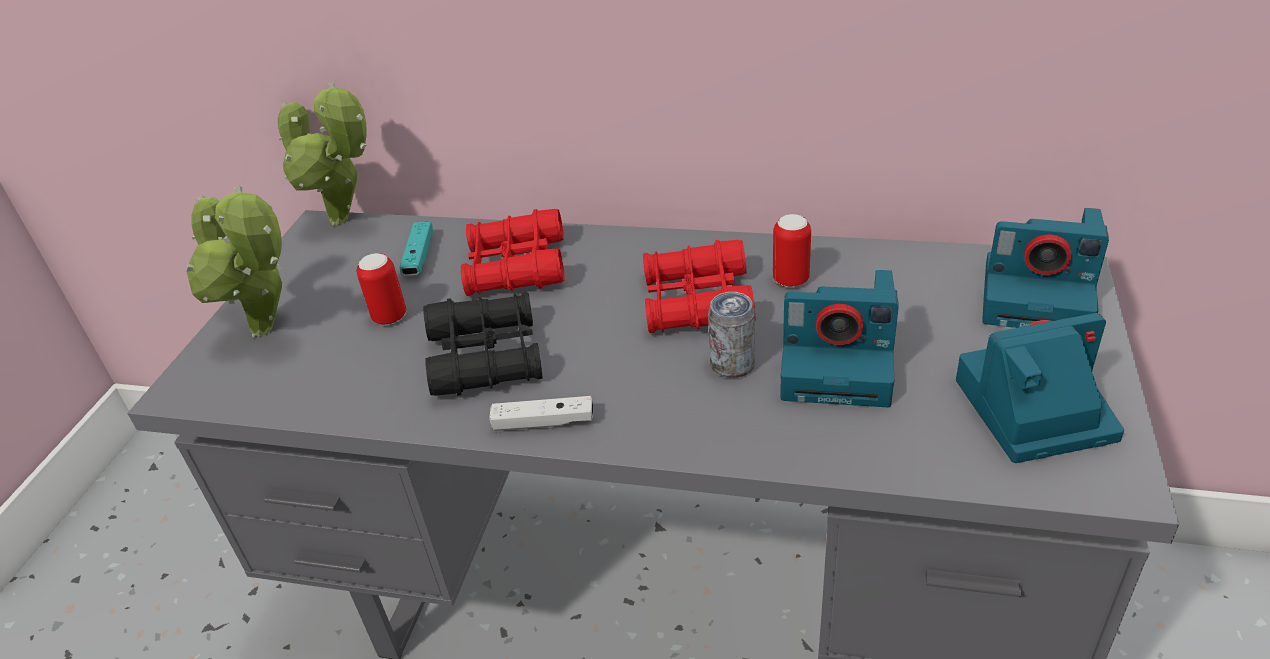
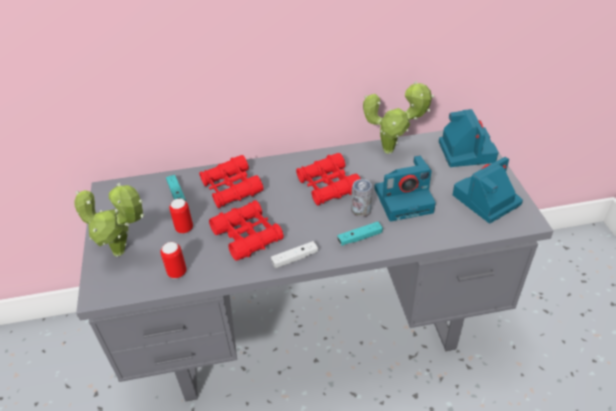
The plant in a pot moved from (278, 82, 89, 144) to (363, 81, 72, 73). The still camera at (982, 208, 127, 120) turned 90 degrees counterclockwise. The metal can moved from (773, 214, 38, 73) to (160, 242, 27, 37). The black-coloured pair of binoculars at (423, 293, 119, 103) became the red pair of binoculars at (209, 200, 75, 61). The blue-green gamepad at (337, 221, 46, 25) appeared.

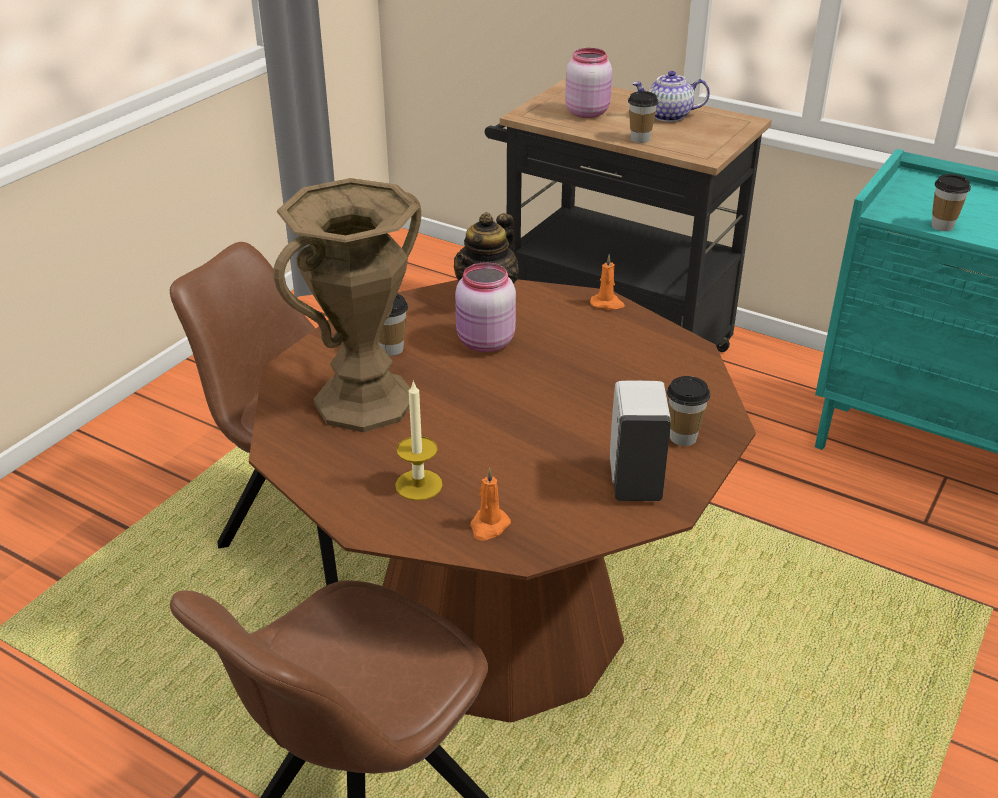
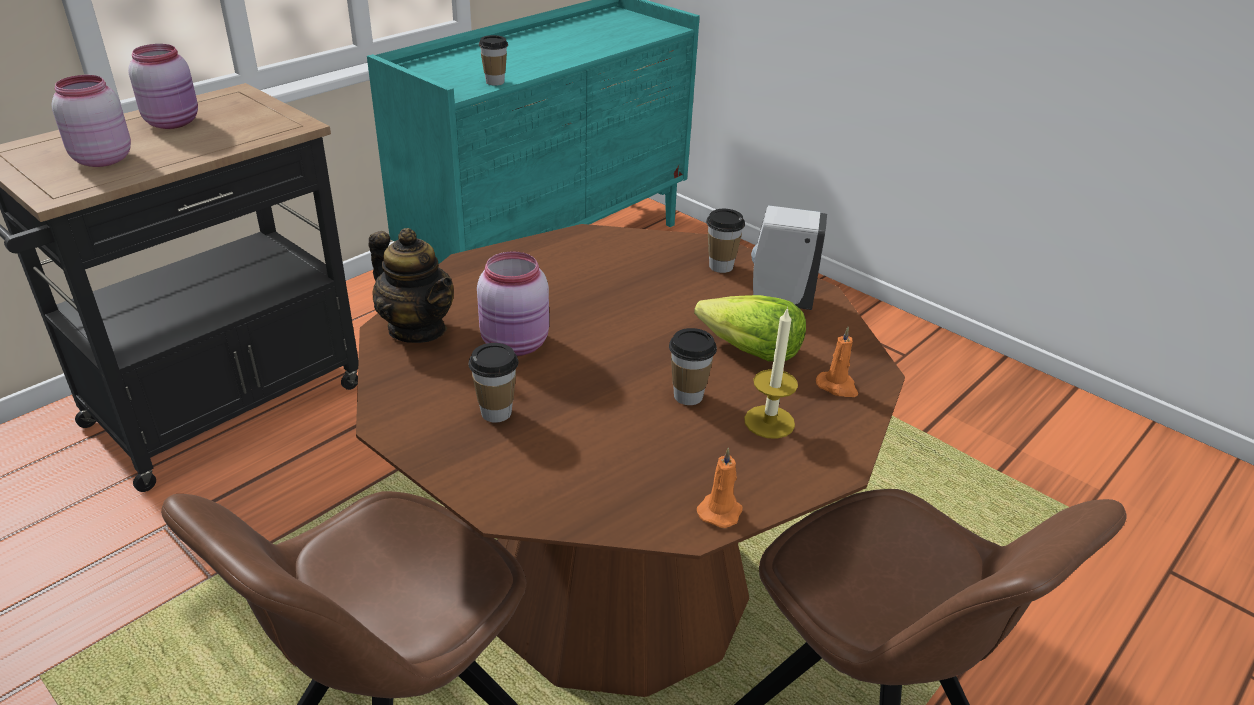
The teapot at (632, 71, 78, 51) was replaced by the pink jar at (128, 44, 70, 85). The small cup moved from (628, 91, 31, 52) to (669, 328, 48, 77). The brown-coloured vase at (273, 178, 148, 254) disappeared. The orange-coloured wax candle moved from (590, 254, 35, 56) to (697, 447, 46, 81). The head of lettuce at (694, 295, 112, 66) appeared.

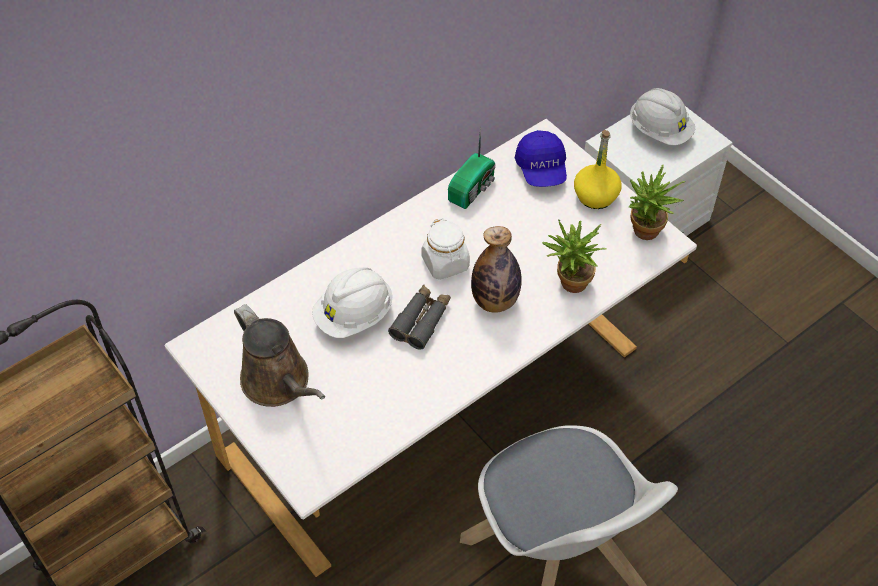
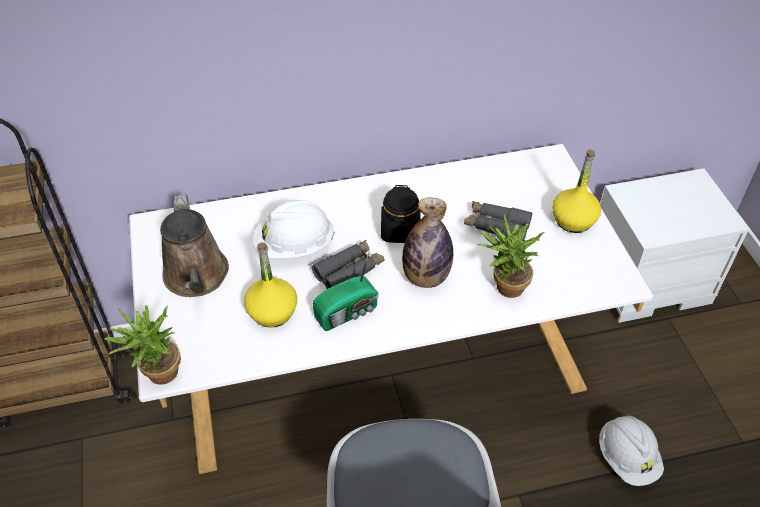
The white hard hat moved from (630, 88, 65, 58) to (599, 416, 65, 70). The radio receiver moved from (448, 127, 48, 82) to (313, 250, 66, 81). The blue cap at (515, 130, 52, 57) disappeared. The plant in a pot moved from (629, 165, 57, 75) to (104, 305, 77, 80). The white jar at (422, 218, 48, 62) became the black-coloured jar at (381, 185, 40, 58). The grey pair of binoculars at (464, 201, 68, 39) appeared. The yellowish bottle at (244, 242, 53, 86) appeared.

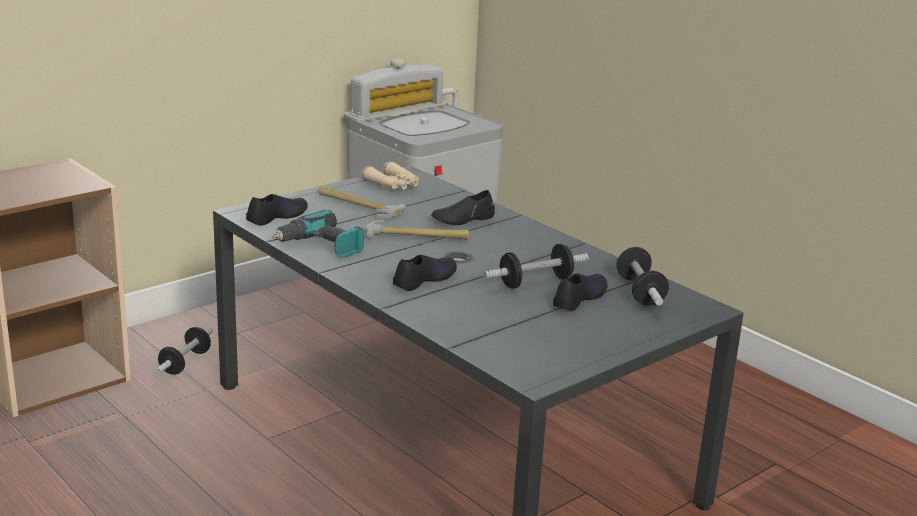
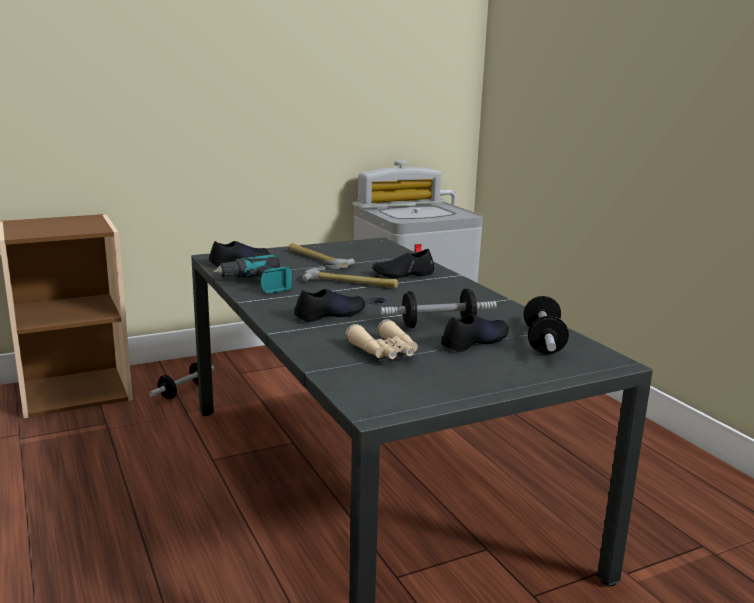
The sand-coloured pair of binoculars moved from (362, 161, 57, 28) to (345, 319, 73, 40).

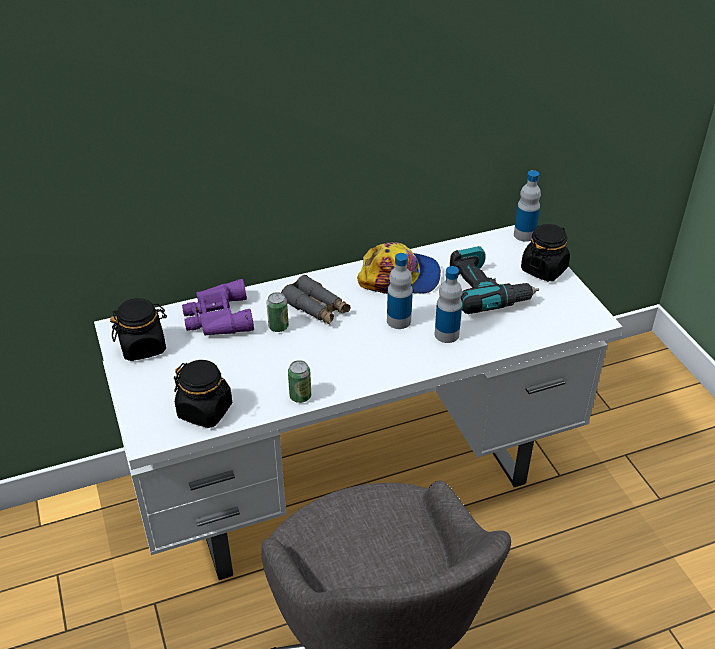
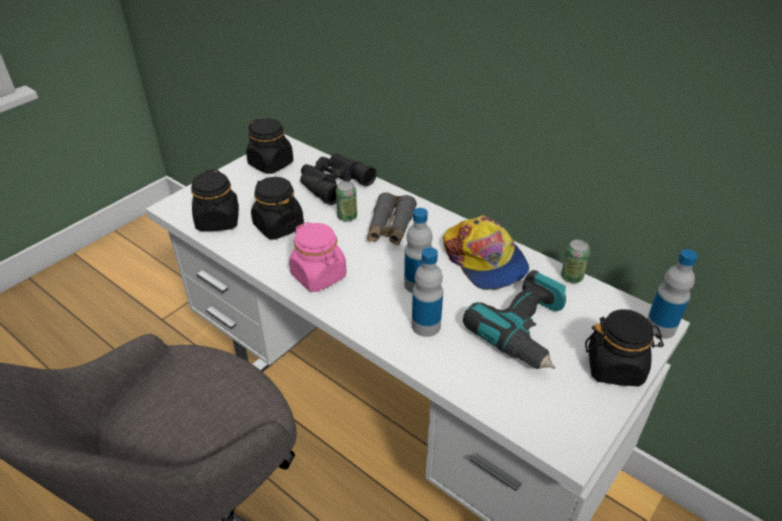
The purple pair of binoculars at (182, 279, 72, 56) became the black-coloured pair of binoculars at (300, 153, 77, 52). The metal can moved from (288, 360, 23, 43) to (561, 239, 29, 44). The black-coloured jar at (251, 177, 53, 63) appeared. The pink jar at (289, 222, 57, 70) appeared.

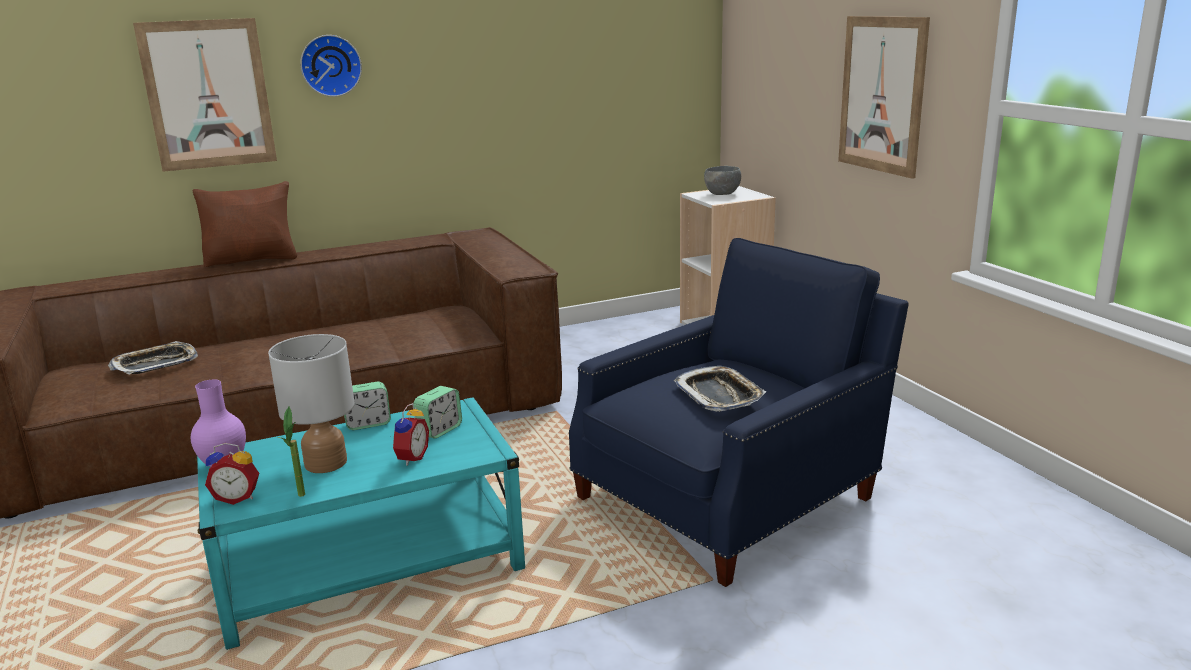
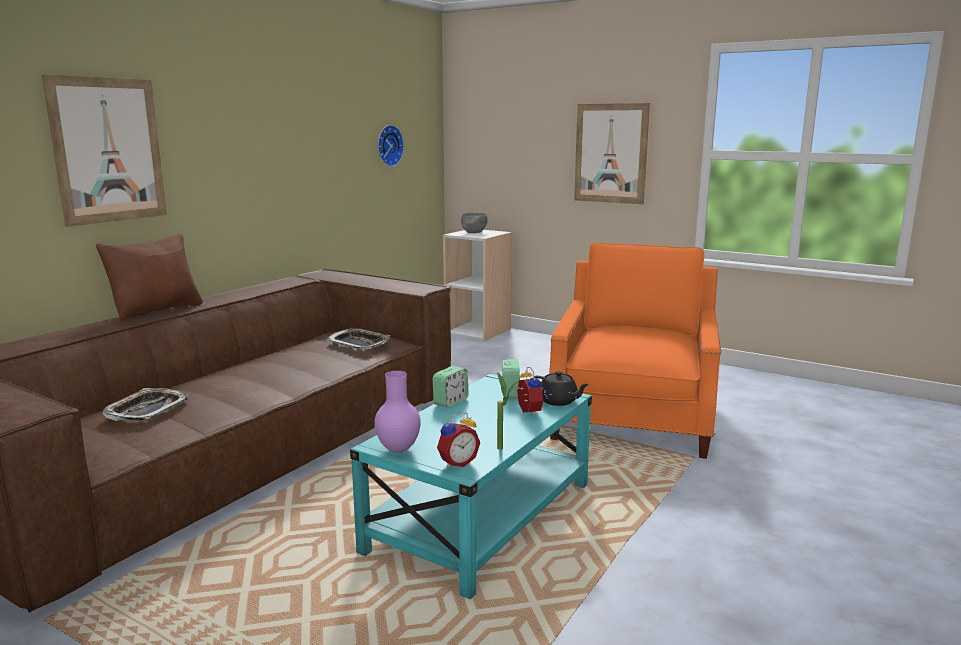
The hanging clock moved from (300, 35, 62, 62) to (378, 125, 26, 42). The blue armchair at (569, 238, 340, 349) became the orange-coloured armchair at (549, 243, 172, 216). The grey tabletop lamp at (268, 334, 87, 139) disappeared. The carrying tray moved from (674, 366, 93, 46) to (327, 328, 63, 22). The black-coloured teapot at (534, 371, 55, 35) appeared.

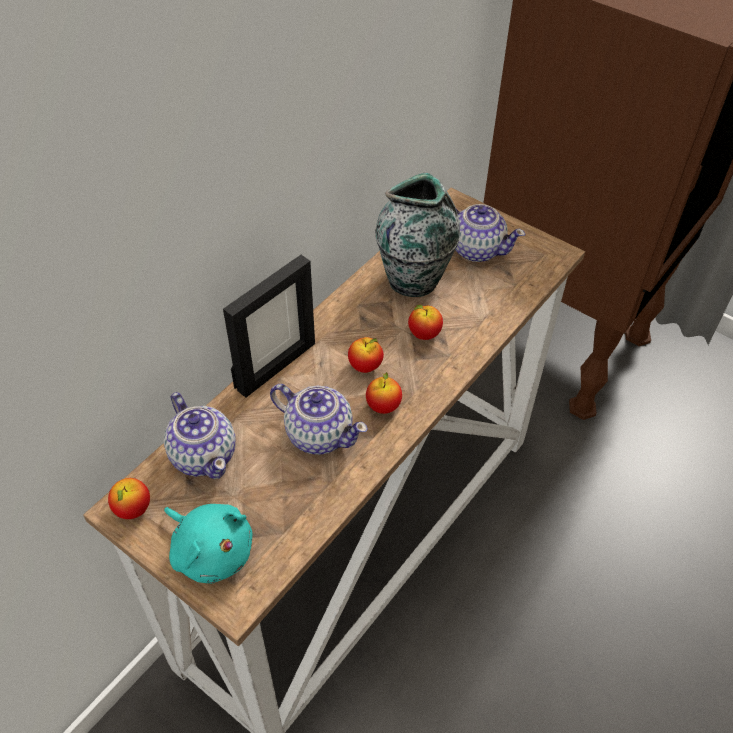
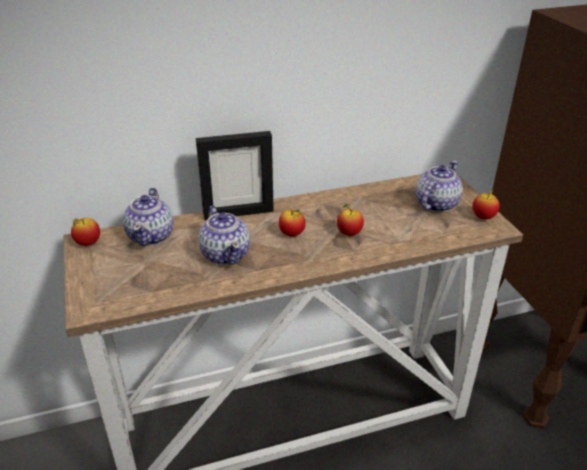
The vase at (375, 173, 85, 124) disappeared. The teapot at (455, 204, 70, 58) turned 120 degrees counterclockwise. The apple moved from (366, 372, 36, 42) to (472, 190, 28, 30). The blue-green plush toy at (164, 504, 88, 79) disappeared.

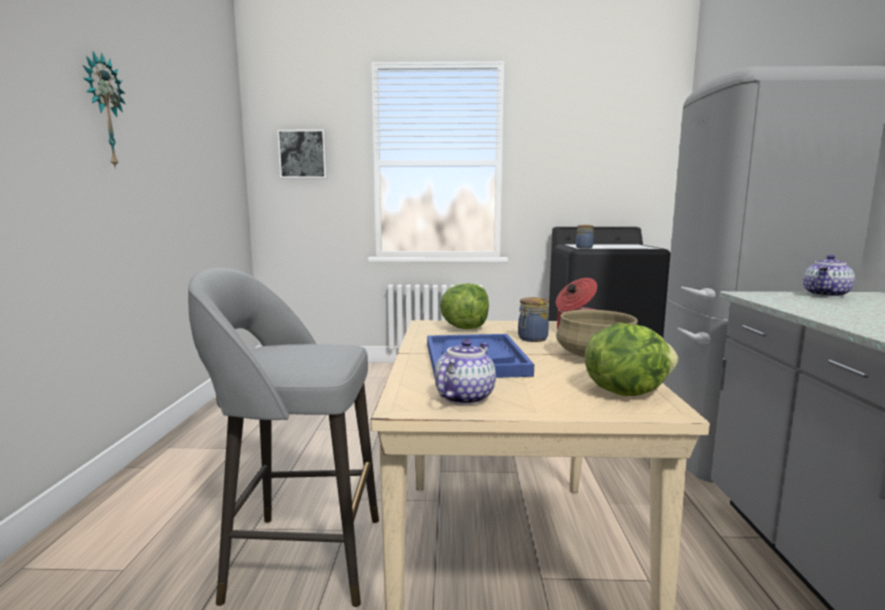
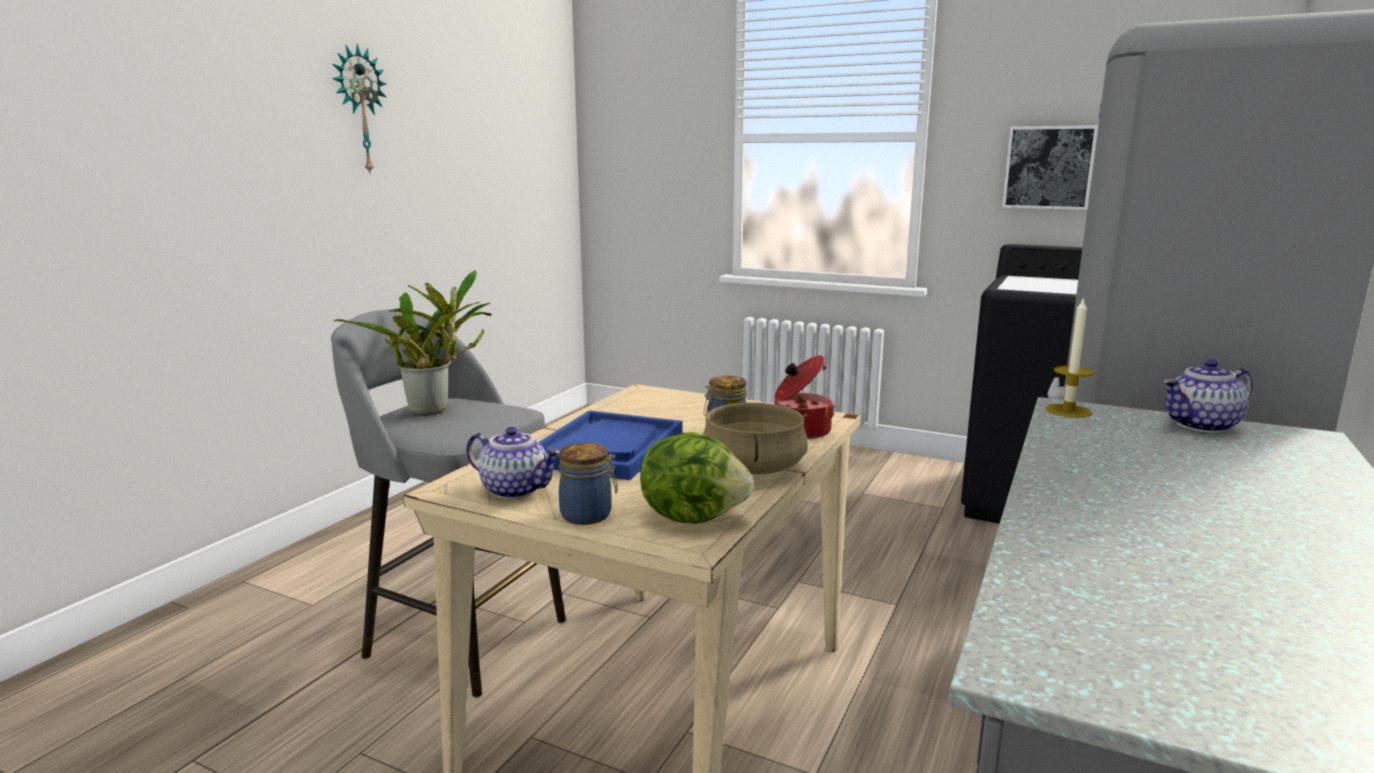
The wall art moved from (277, 130, 50, 48) to (1002, 125, 96, 85). The jar moved from (576, 225, 18, 24) to (559, 443, 59, 82). The head of lettuce at (440, 283, 49, 46) disappeared. The teapot at (435, 339, 61, 66) turned 60 degrees clockwise. The plant in a pot at (333, 271, 159, 145) appeared. The wax candle at (1045, 297, 49, 121) appeared.

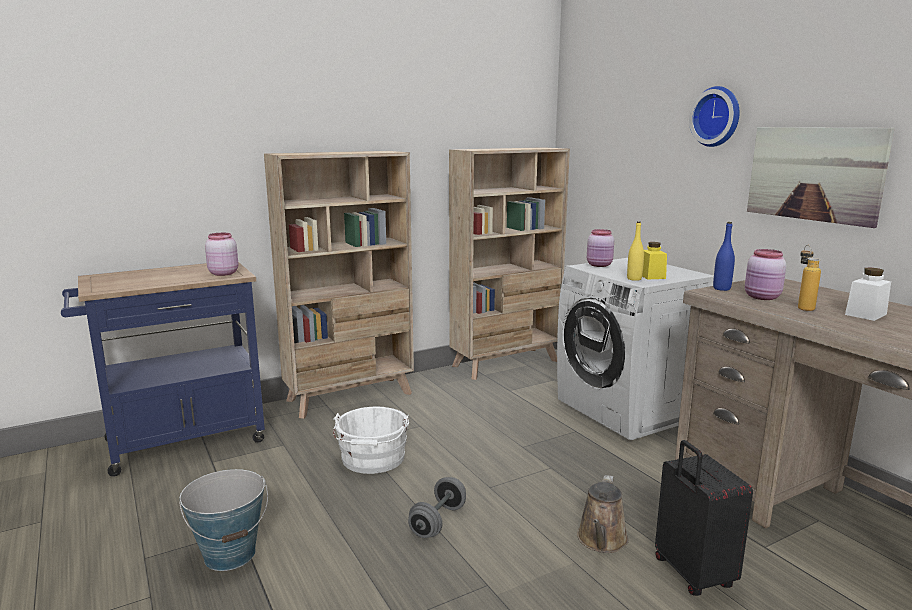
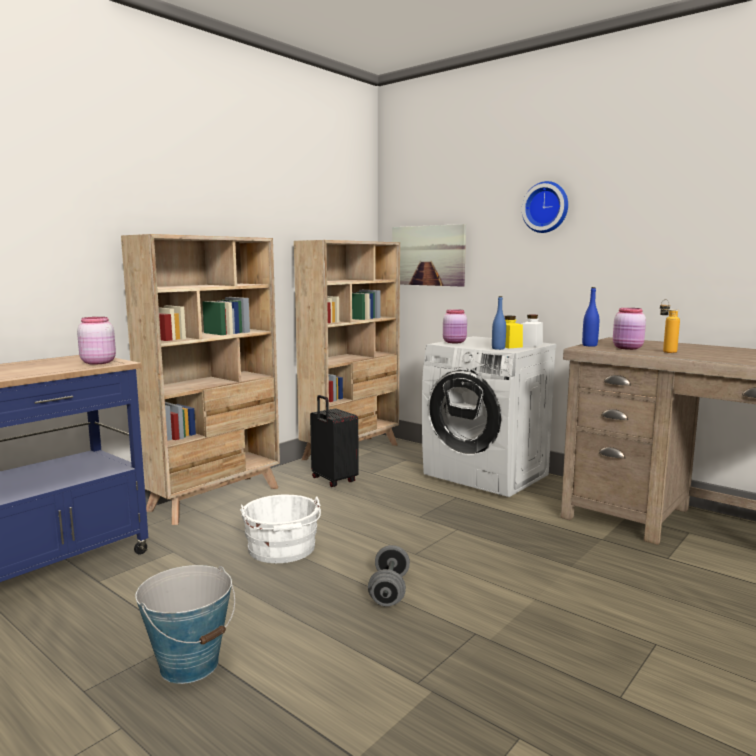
The wall art moved from (747, 127, 148, 101) to (392, 224, 74, 63). The yellowish bottle at (627, 221, 17, 60) became the blue bottle at (492, 296, 14, 54). The white jar moved from (845, 267, 46, 54) to (521, 314, 22, 33). The black-coloured travel case moved from (655, 440, 98, 156) to (310, 395, 49, 92). The brown-coloured sprinkling can at (577, 475, 52, 78) disappeared.

